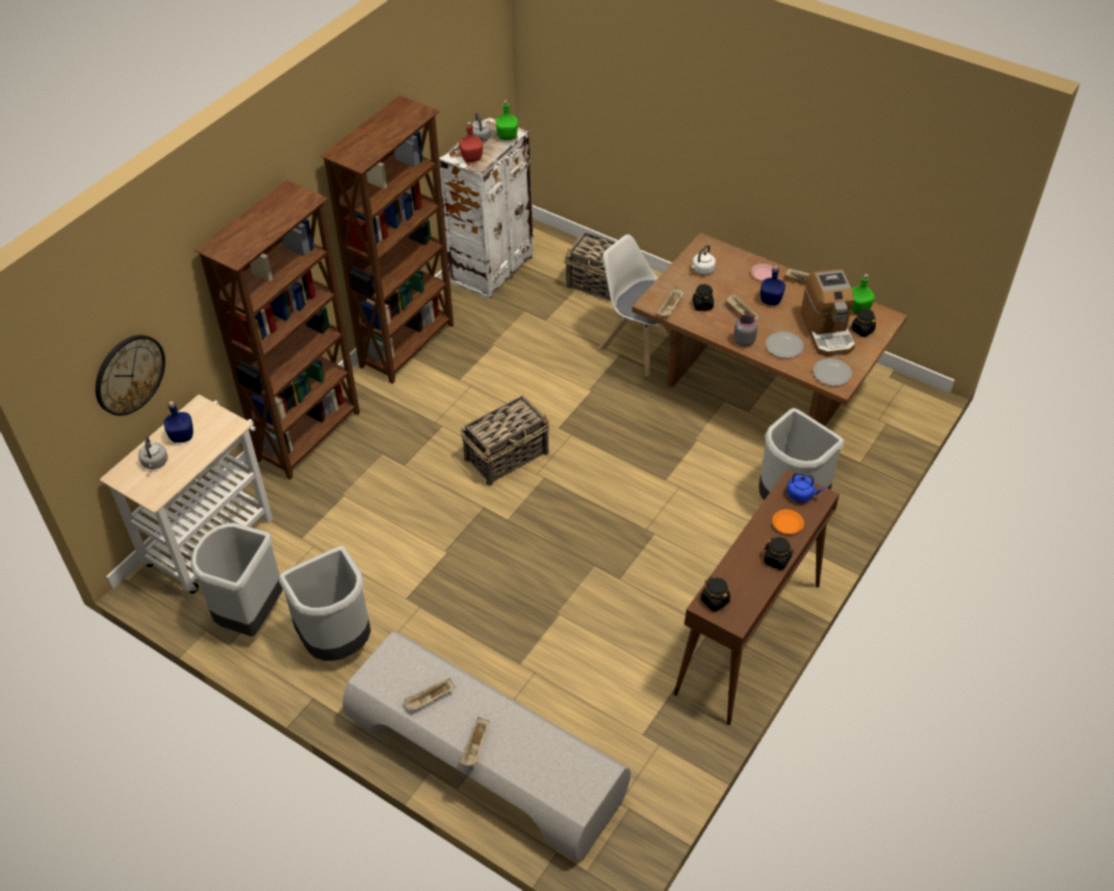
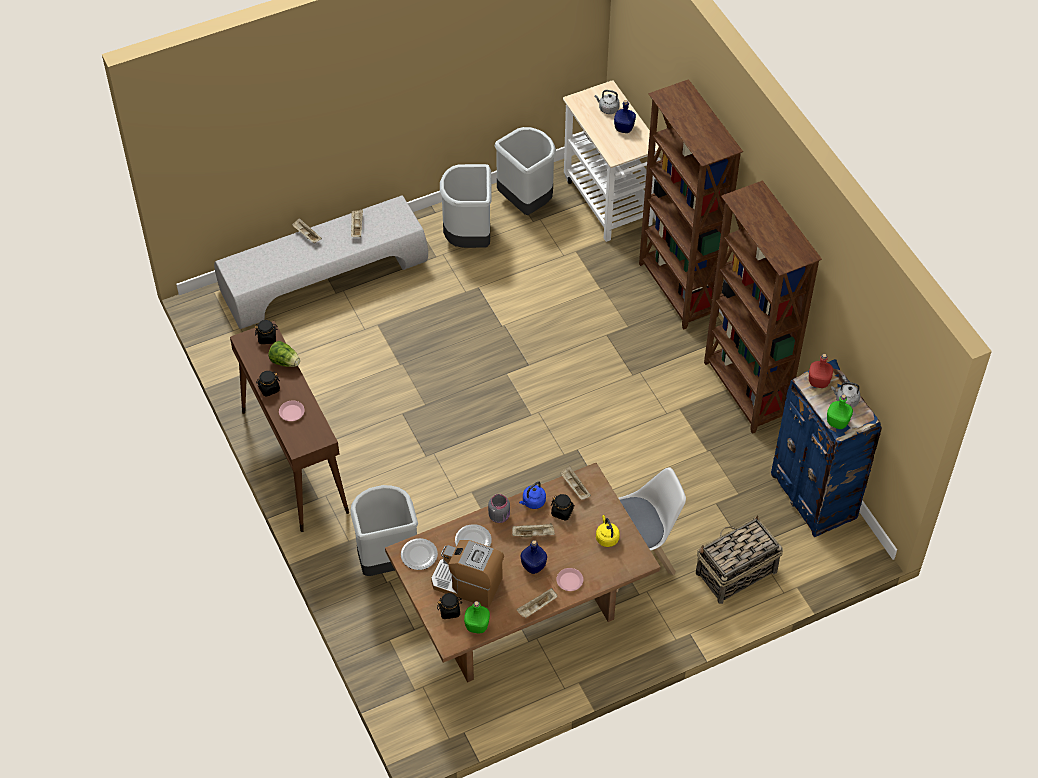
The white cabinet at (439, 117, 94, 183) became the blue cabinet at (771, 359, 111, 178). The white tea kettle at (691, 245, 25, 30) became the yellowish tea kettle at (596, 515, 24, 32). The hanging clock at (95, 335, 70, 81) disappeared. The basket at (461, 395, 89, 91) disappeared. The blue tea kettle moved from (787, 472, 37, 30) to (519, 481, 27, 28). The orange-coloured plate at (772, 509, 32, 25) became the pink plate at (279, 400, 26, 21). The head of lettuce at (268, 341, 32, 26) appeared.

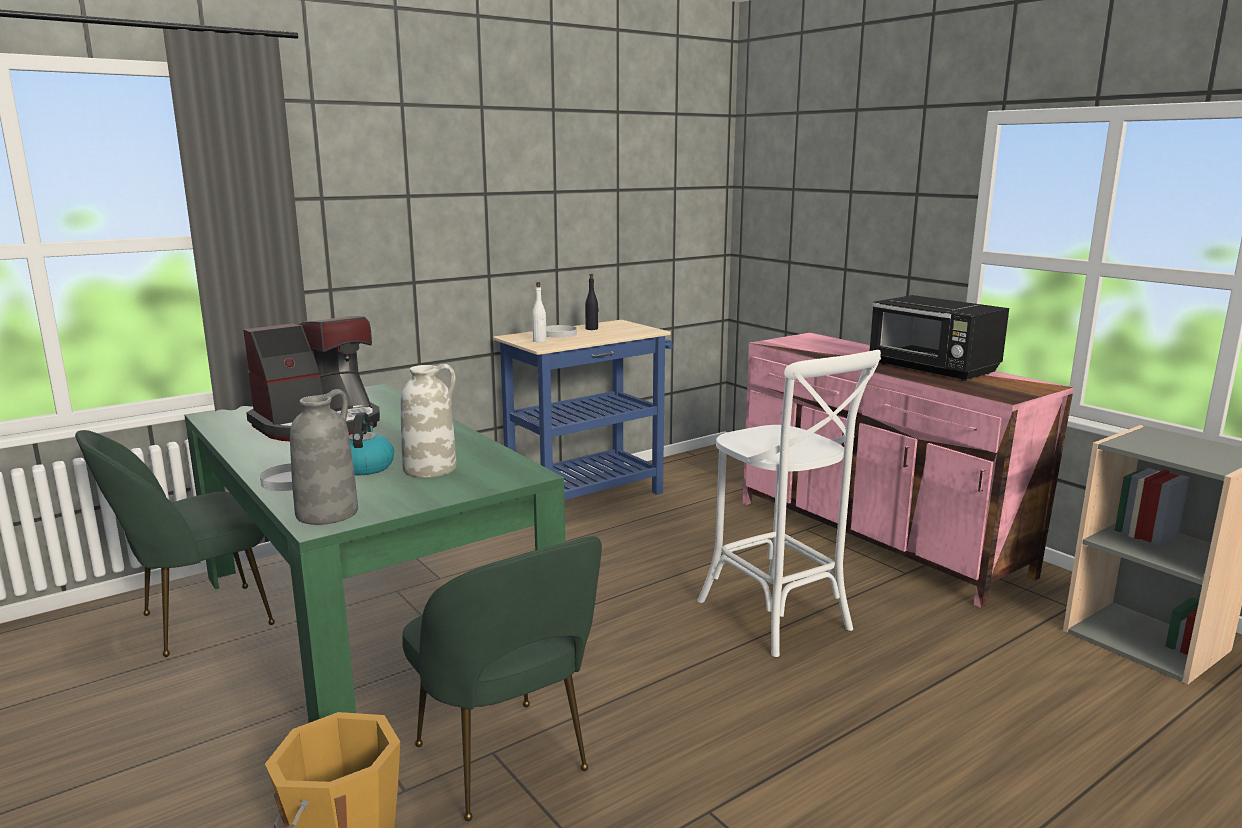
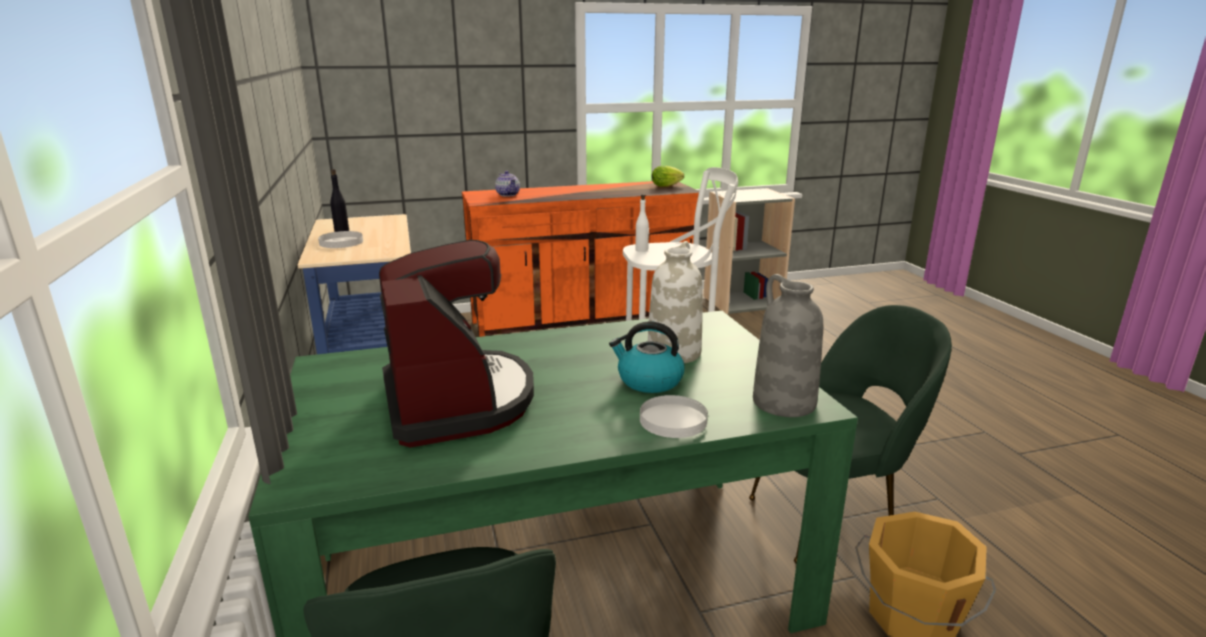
The white bottle moved from (532, 282, 15, 60) to (635, 194, 14, 58). The black-coloured microwave oven at (870, 295, 139, 86) disappeared. The pink cabinet at (743, 333, 331, 275) became the orange-coloured cabinet at (462, 181, 237, 156). The head of lettuce at (652, 166, 32, 21) appeared. The teapot at (495, 171, 25, 26) appeared.

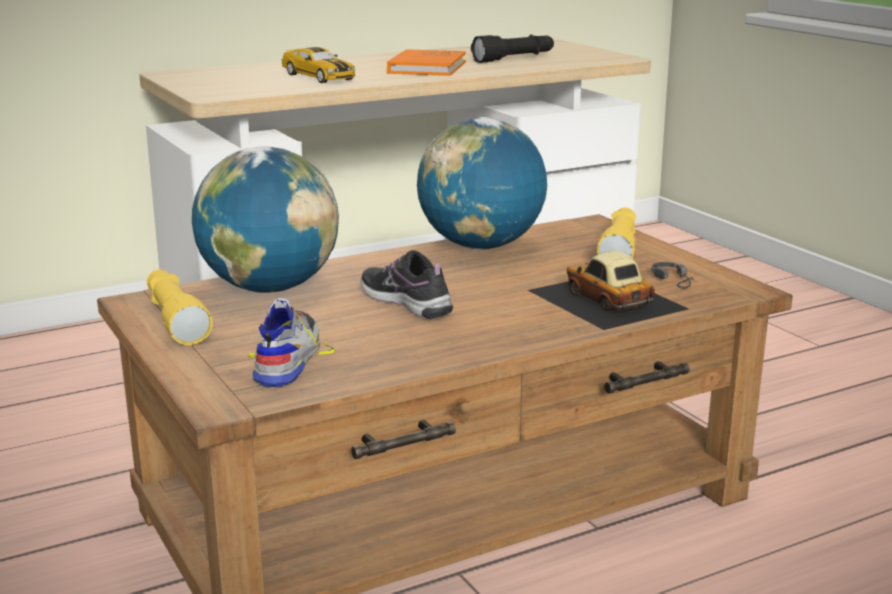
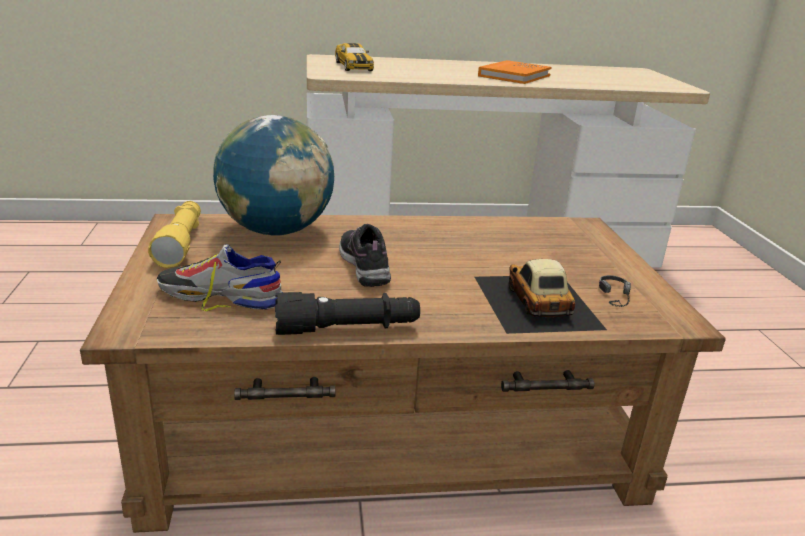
The black-coloured torch moved from (471, 34, 83, 29) to (275, 292, 145, 43). The model car moved from (282, 47, 73, 36) to (335, 43, 39, 28). The world globe at (417, 117, 130, 133) disappeared. The yellowish torch at (597, 207, 39, 51) disappeared. The low shoe at (248, 298, 87, 90) turned 105 degrees counterclockwise.

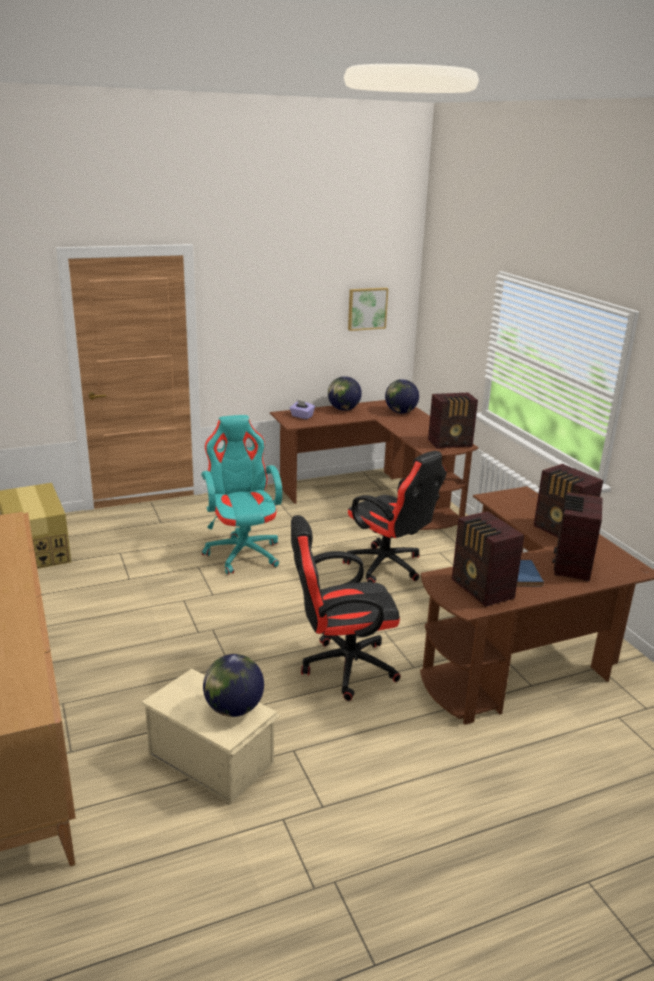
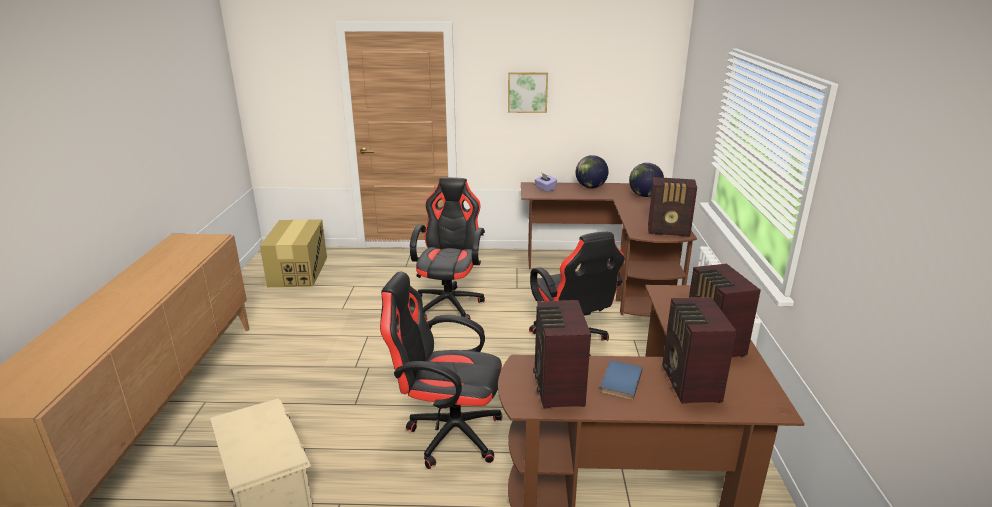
The wall art moved from (348, 288, 40, 43) to (508, 72, 40, 41). The blue-green computer chair at (201, 415, 81, 160) became the black-coloured computer chair at (410, 177, 75, 144). The radio receiver at (552, 492, 51, 89) turned 45 degrees counterclockwise. The world globe at (203, 654, 61, 63) disappeared.

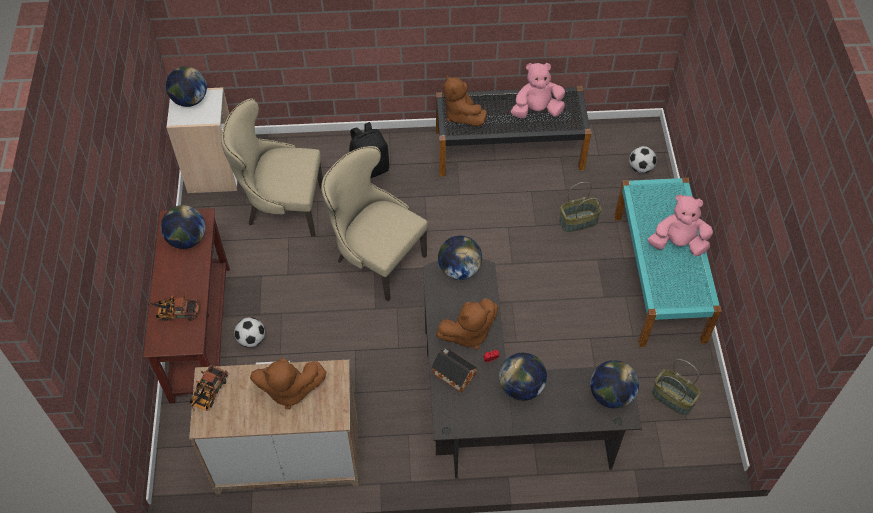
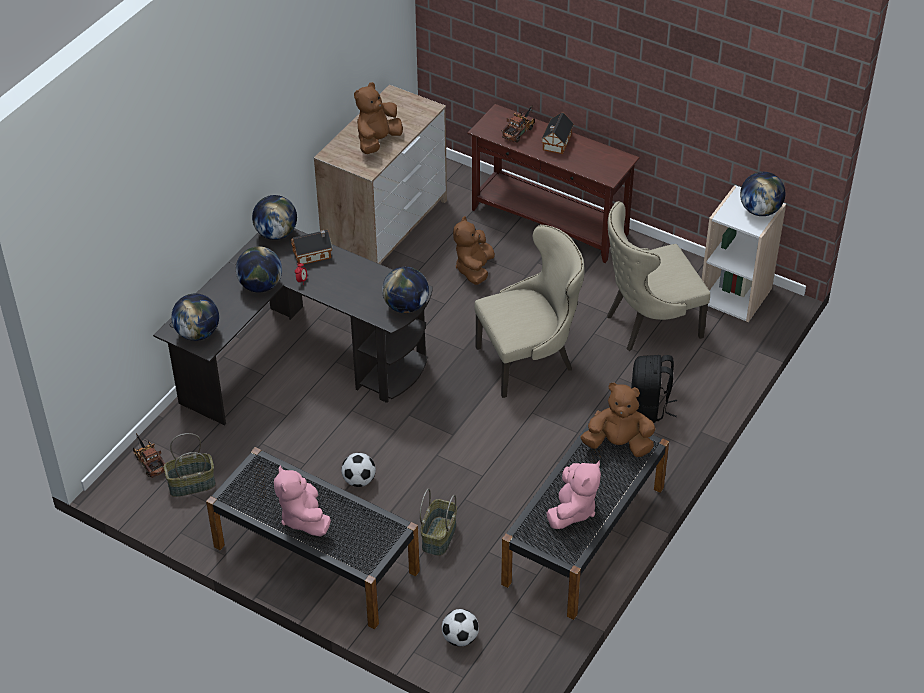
The sand-coloured upright chair at (221, 99, 102, 138) turned 150 degrees counterclockwise. The blue-green long seat at (614, 177, 107, 170) became the black-coloured long seat at (206, 447, 214, 183). The pink plush toy at (648, 194, 65, 62) turned 120 degrees clockwise. The world globe moved from (161, 205, 45, 44) to (252, 195, 45, 45). The brown-coloured plush toy moved from (436, 298, 62, 51) to (453, 216, 42, 69). The football ball moved from (234, 317, 31, 30) to (341, 453, 35, 34). The toy lorry moved from (190, 365, 38, 47) to (133, 433, 32, 45). The model house at (541, 112, 33, 42) appeared.

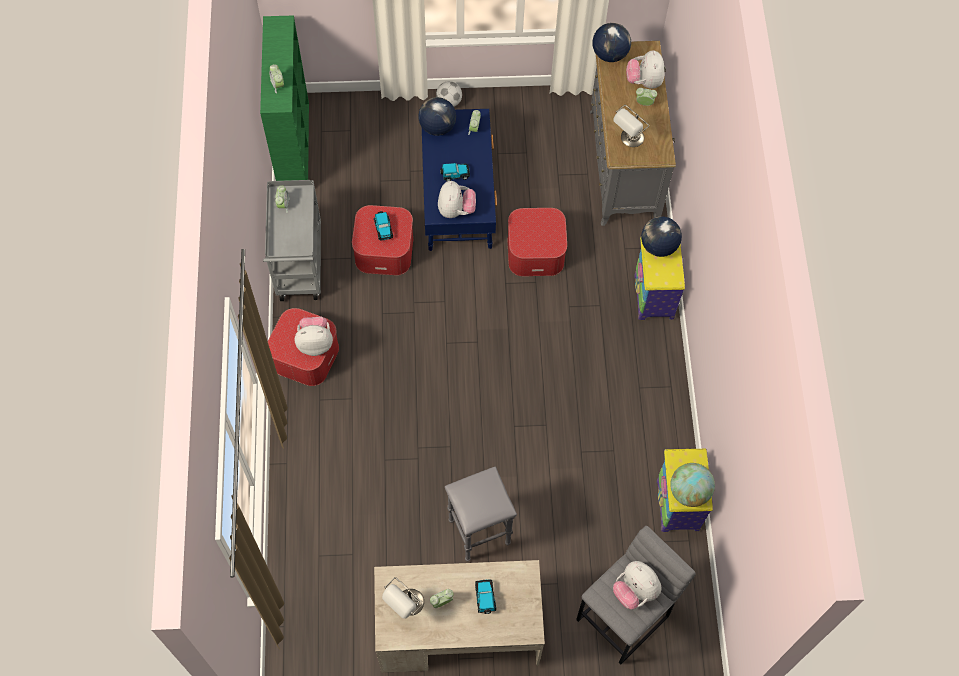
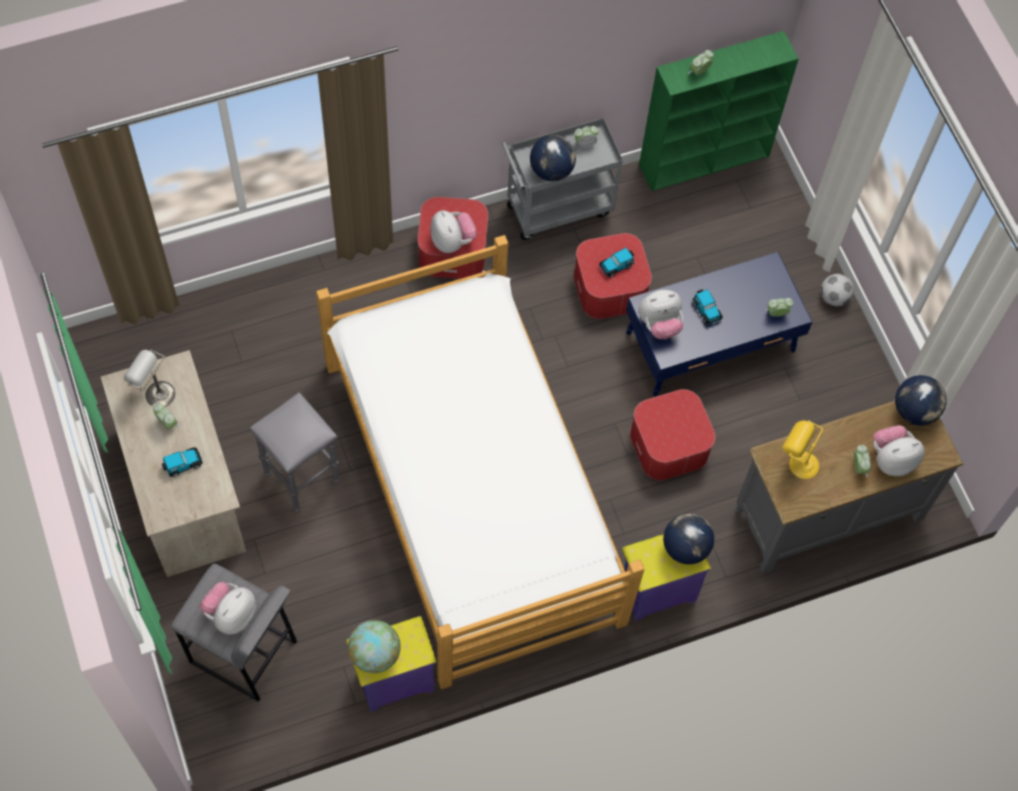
The world globe moved from (418, 97, 38, 39) to (530, 135, 46, 46). The white tabletop lamp at (613, 105, 36, 42) became the yellowish tabletop lamp at (783, 420, 40, 59). The bedroom bed at (316, 235, 328, 454) appeared.

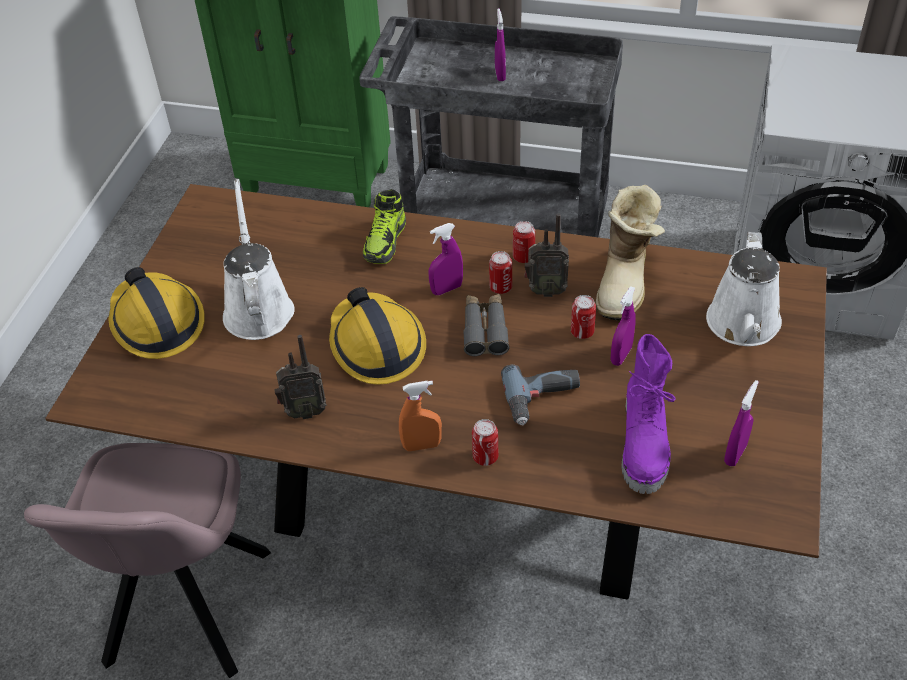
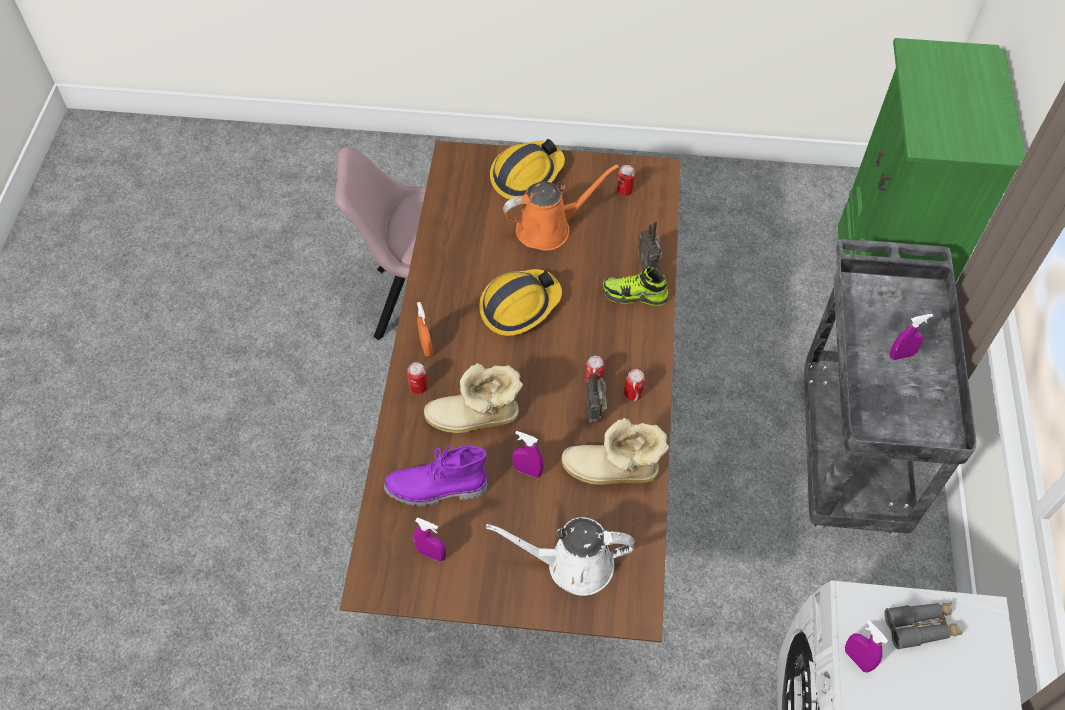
The white sprinkling can at (223, 179, 72, 161) became the orange-coloured sprinkling can at (503, 164, 116, 87). The purple sprayer moved from (428, 223, 35, 72) to (845, 620, 43, 52). The grey pair of binoculars moved from (463, 294, 46, 62) to (884, 603, 79, 47). The metal can moved from (571, 295, 25, 44) to (617, 165, 18, 31). The radio receiver moved from (274, 335, 52, 84) to (638, 220, 25, 50). The power drill at (501, 365, 79, 60) was replaced by the high-top boot at (424, 363, 99, 70).

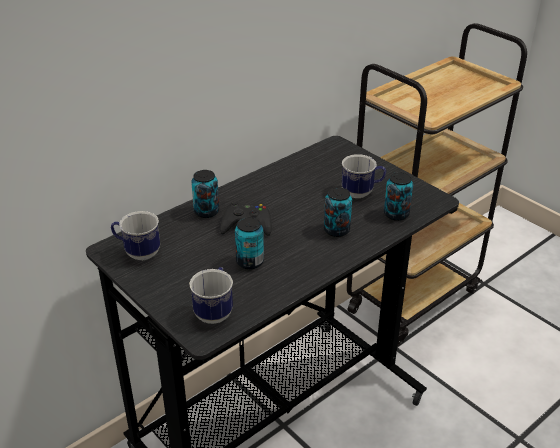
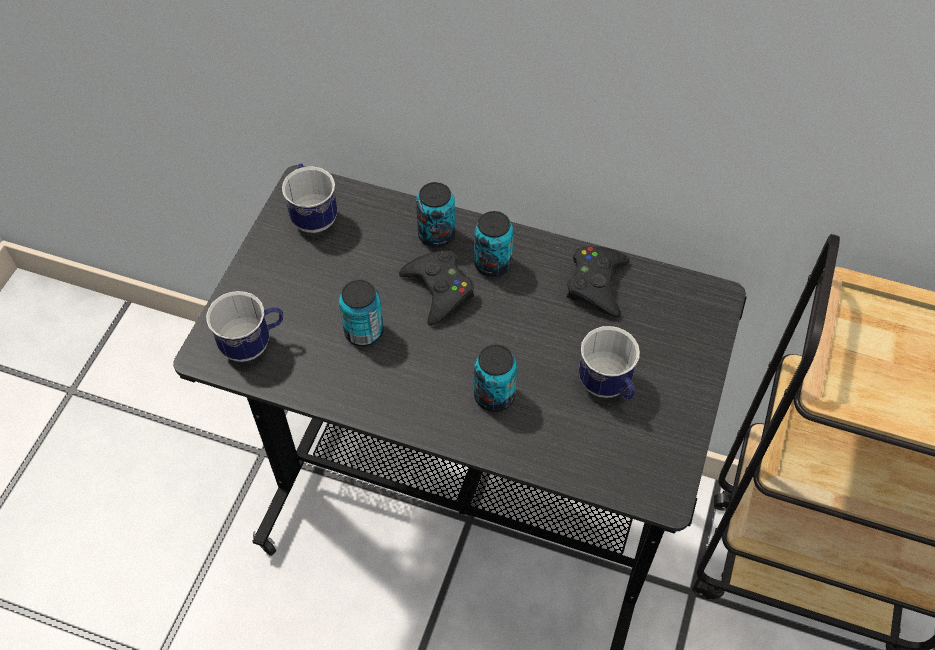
The metal can moved from (384, 172, 29, 49) to (474, 211, 40, 66). The black-coloured gamepad at (567, 246, 63, 71) appeared.

